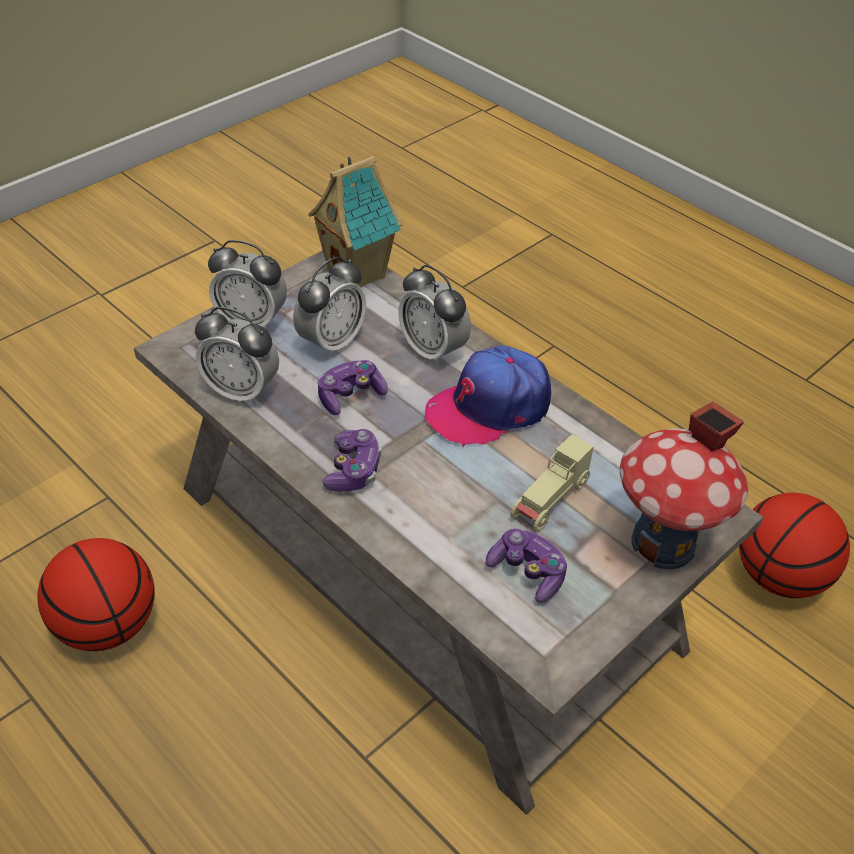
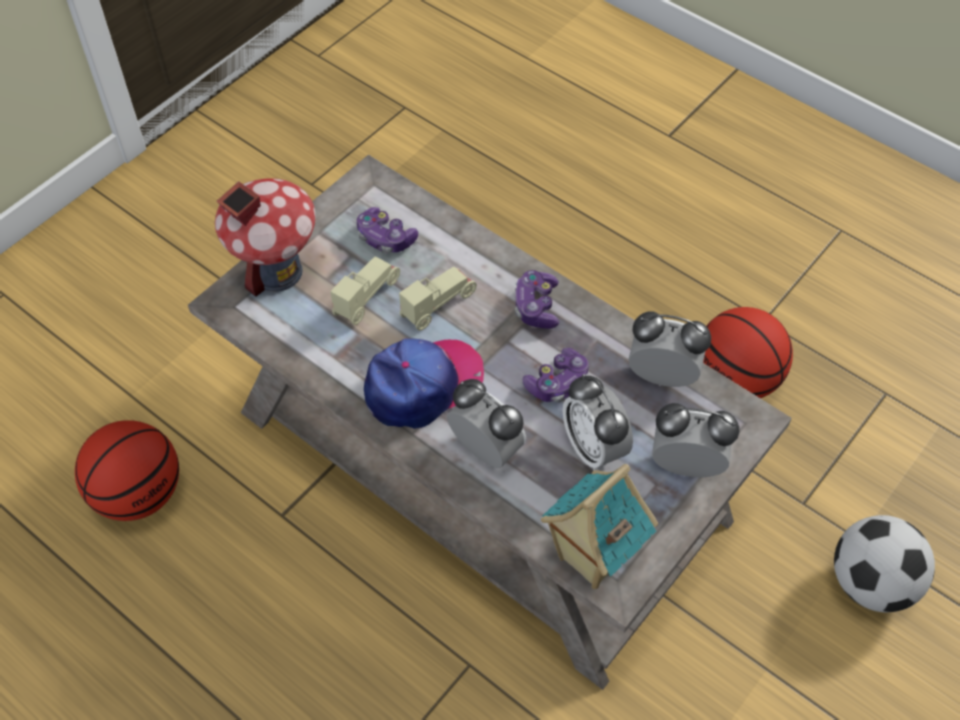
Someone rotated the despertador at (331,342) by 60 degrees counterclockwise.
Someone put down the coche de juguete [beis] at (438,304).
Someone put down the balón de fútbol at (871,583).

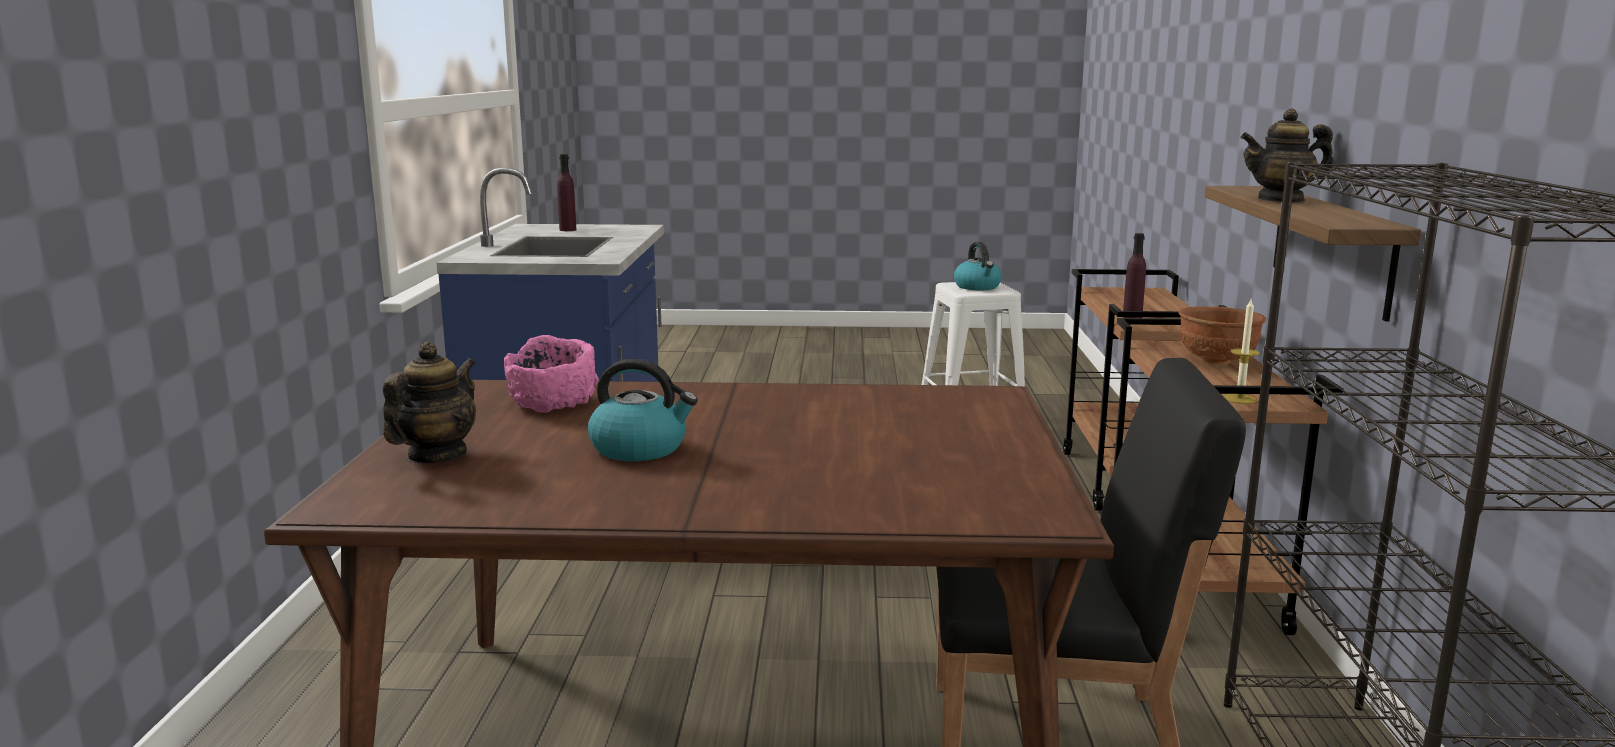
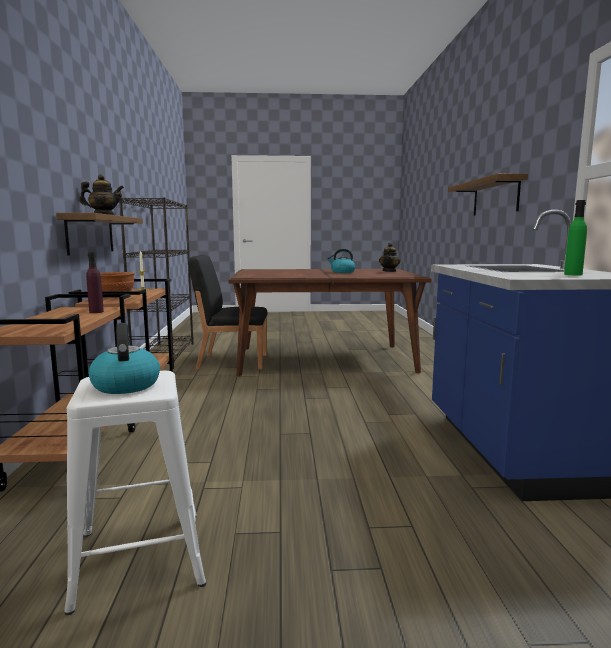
Someone repainted the botella [morado] at (567,230), which became the botella [verde] at (573,274).
Someone took away the cuenco [rosa] at (553,403).
Someone put up the estante at (495,197).

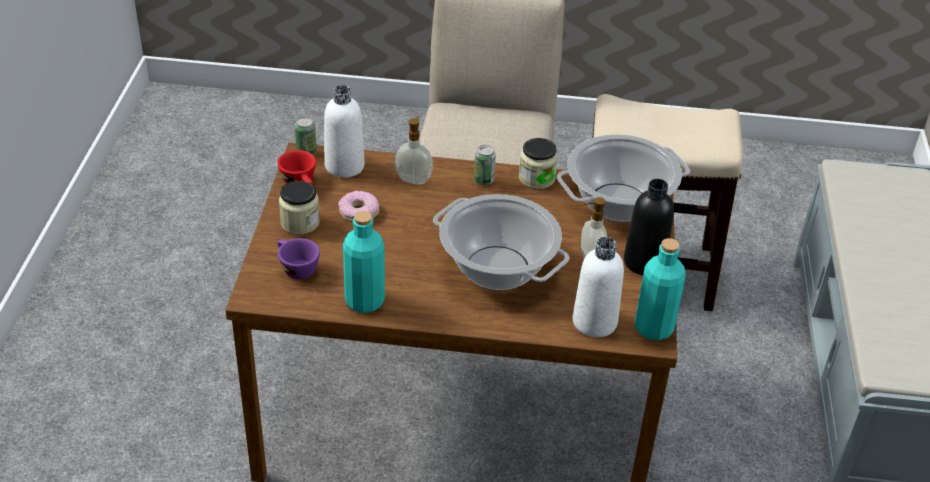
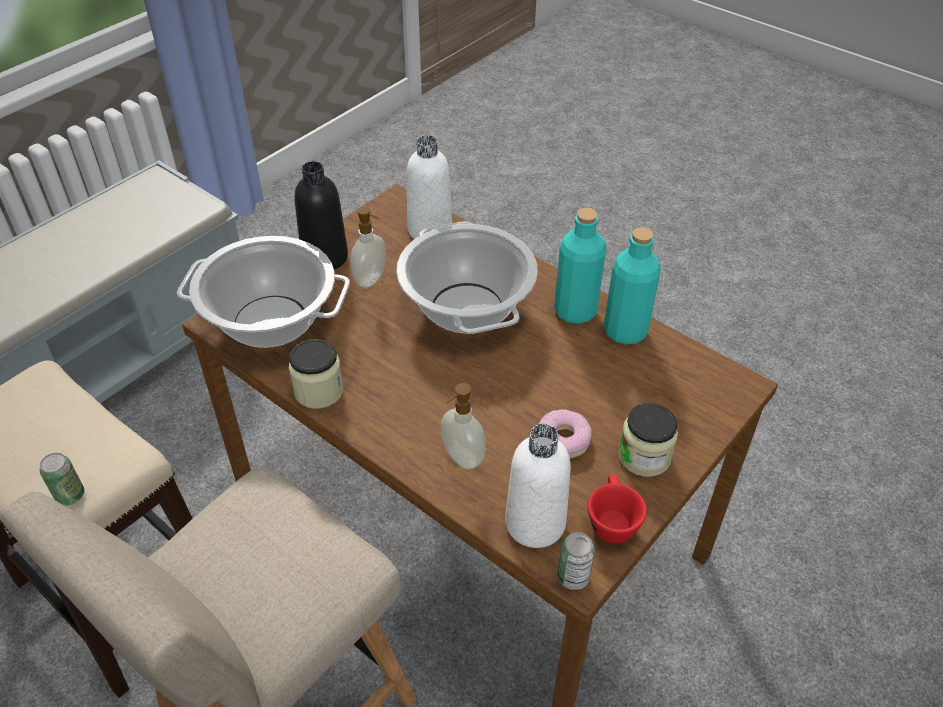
Someone carried the lata from (483,180) to (70,495).
Someone took away the taza [morado] at (295,268).
Someone carried the botella [turquesa] from (653,328) to (575,311).

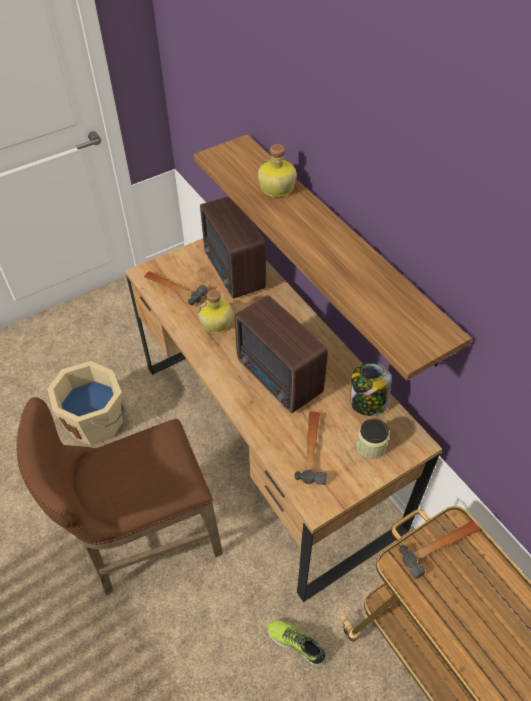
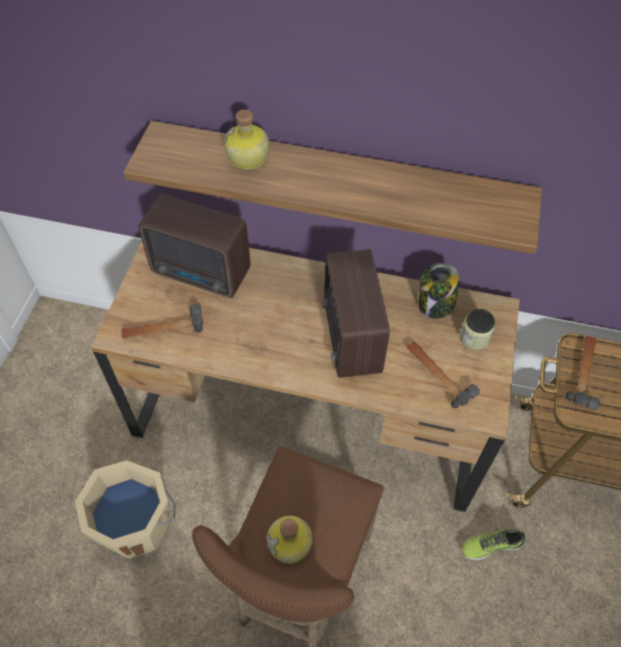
Someone carried the botella from (216,323) to (291,545).
Someone rotated the radio at (279,379) by 75 degrees clockwise.

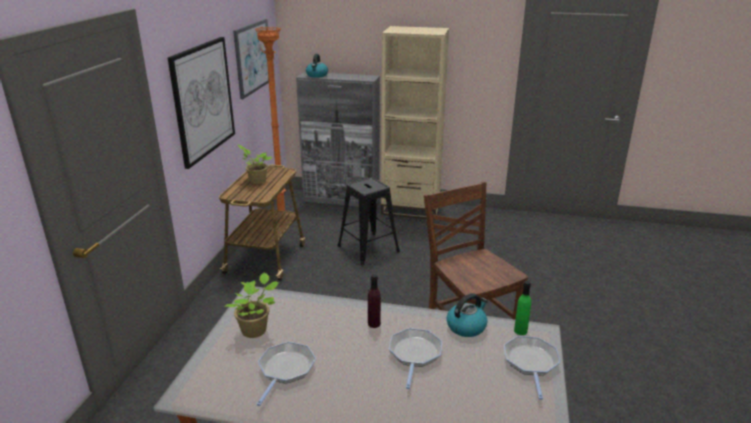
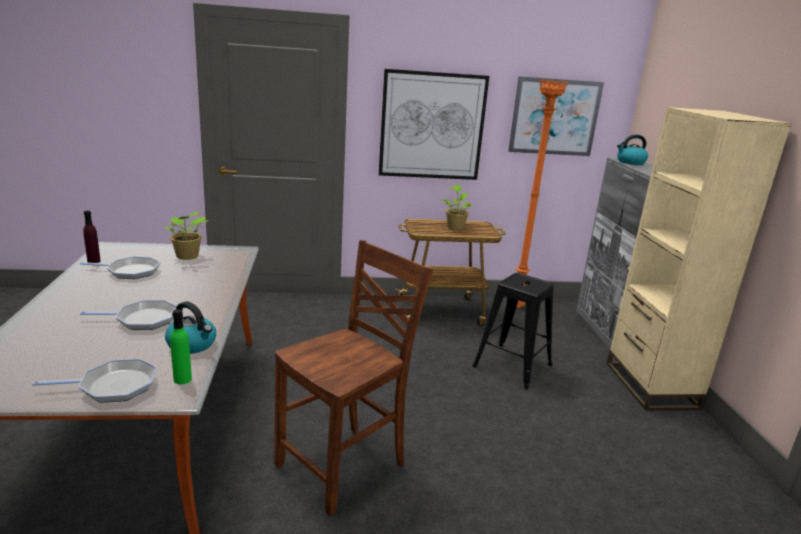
Someone carried the botella [morado] from (374,324) to (94,261).

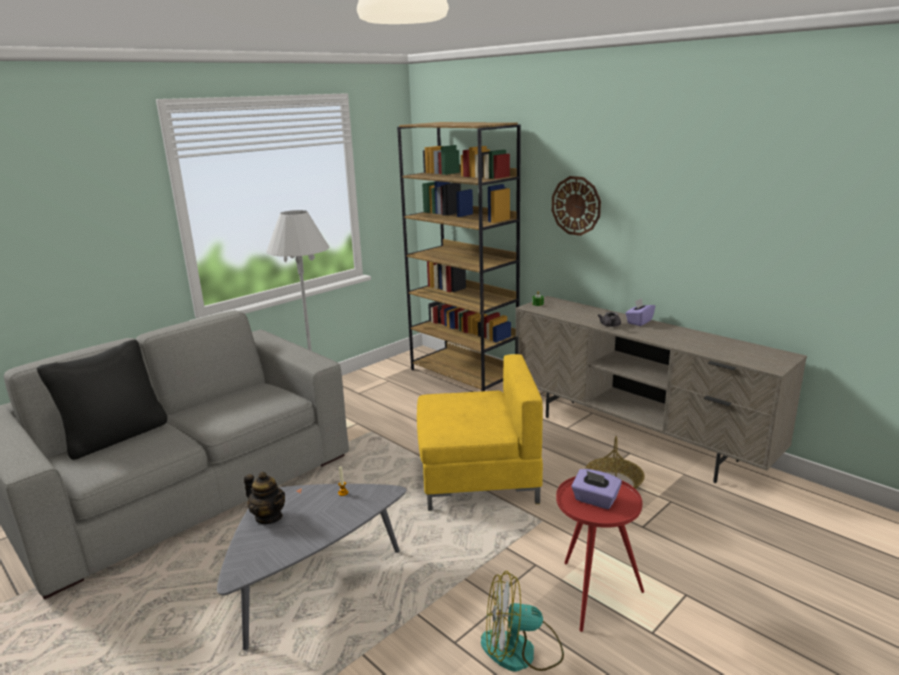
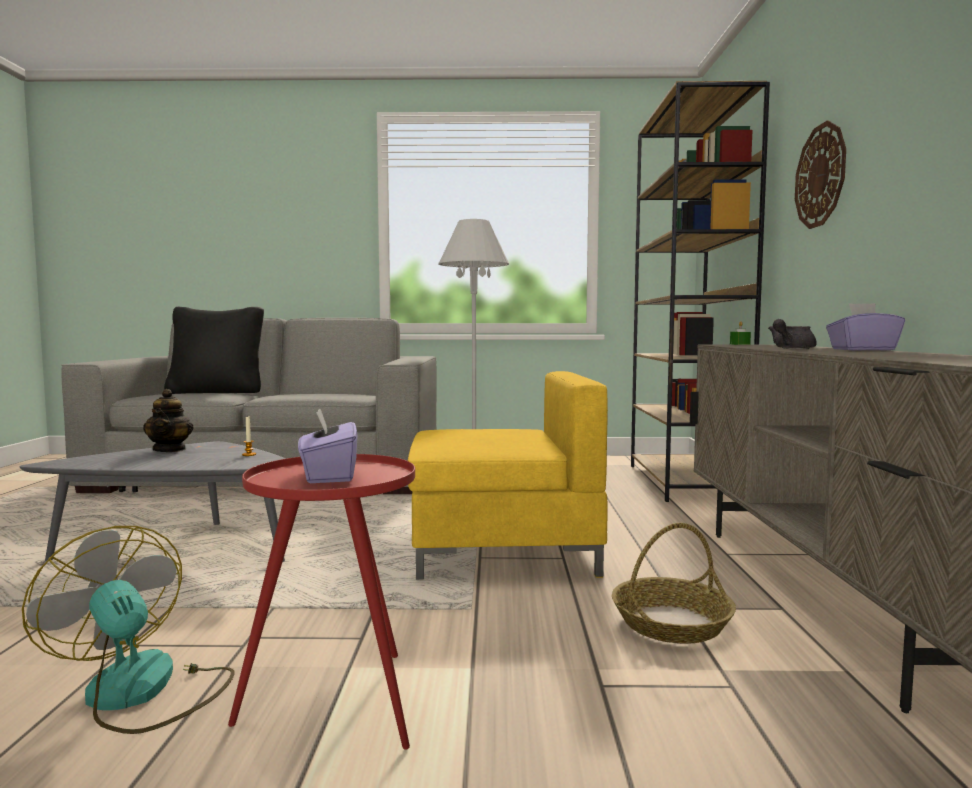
Someone rotated the sillón [amarillo] at (476,475) by 45 degrees counterclockwise.

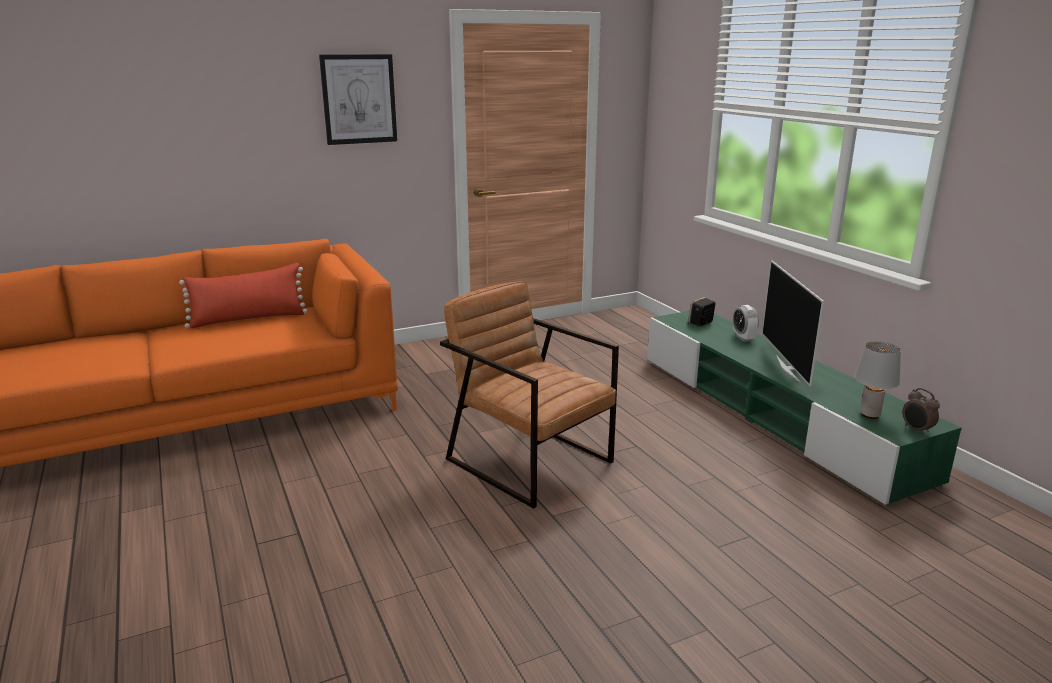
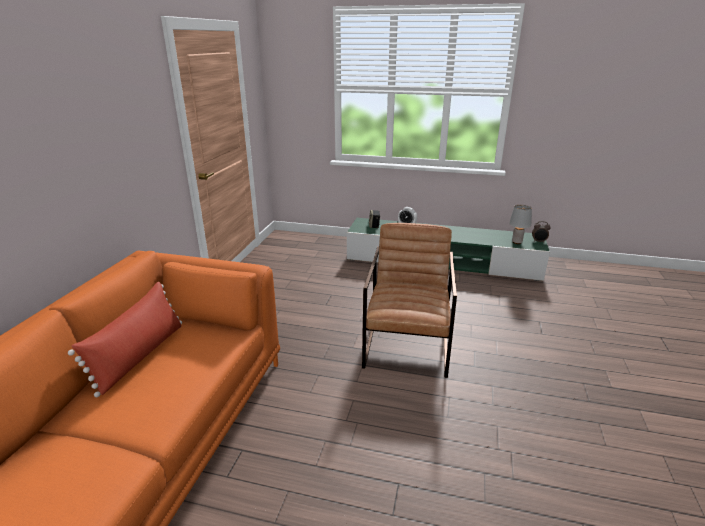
Someone took away the cuadro at (359,99).
Someone took away the televisor at (789,368).
Someone rotated the sillón [marrón] at (529,460) by 105 degrees clockwise.

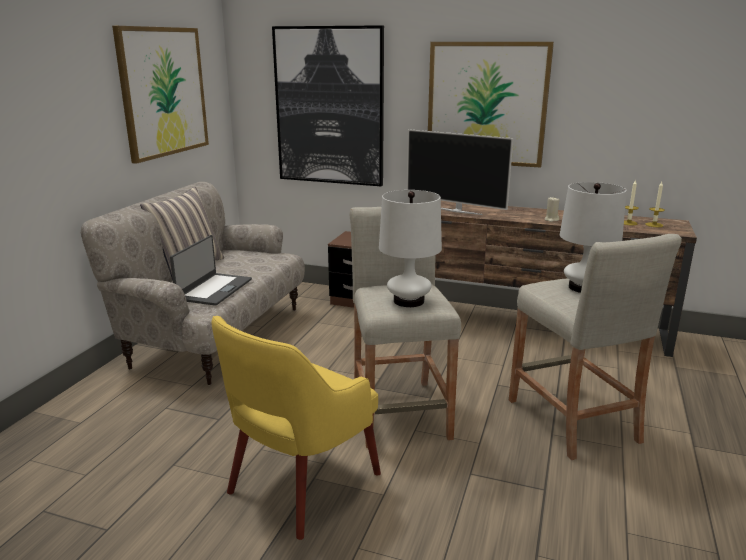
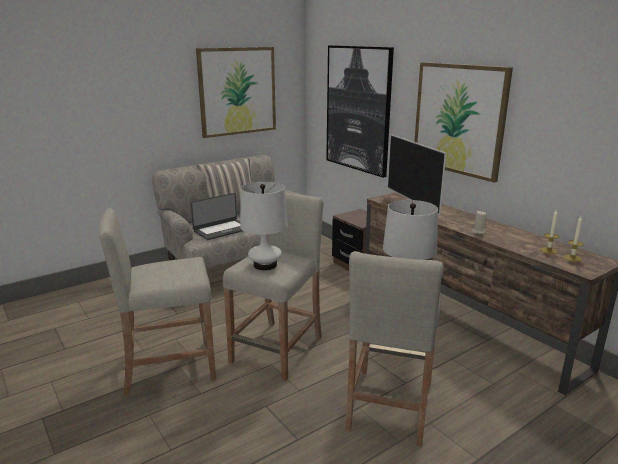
Someone swapped the sillón [amarillo] at (302,484) for the taburete [beis] at (169,367).

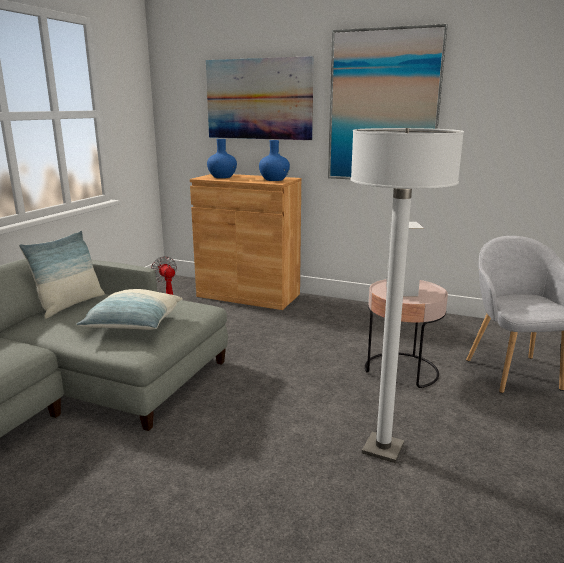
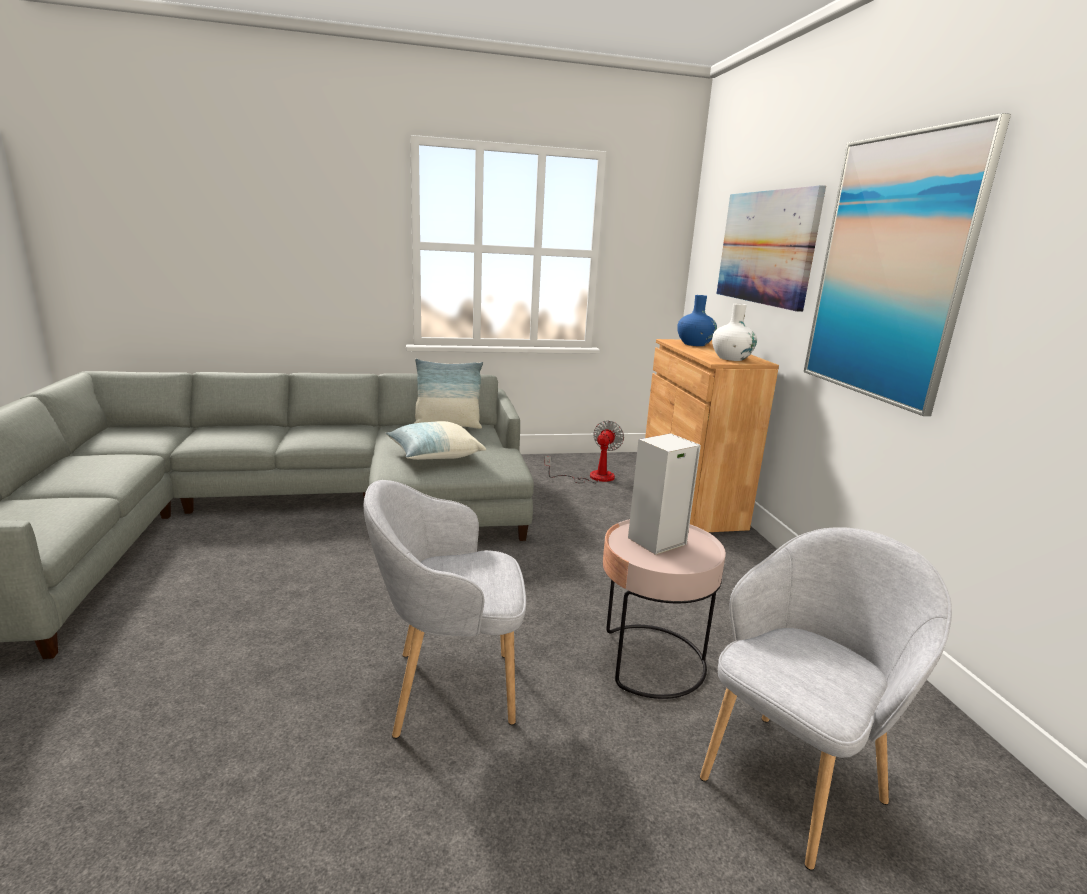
Someone swapped the lámpara de pie [blanco] at (383,449) for the sillón [gris] at (448,689).
Someone repainted the florero [azul] at (274,179), which became the florero [blanco] at (731,358).

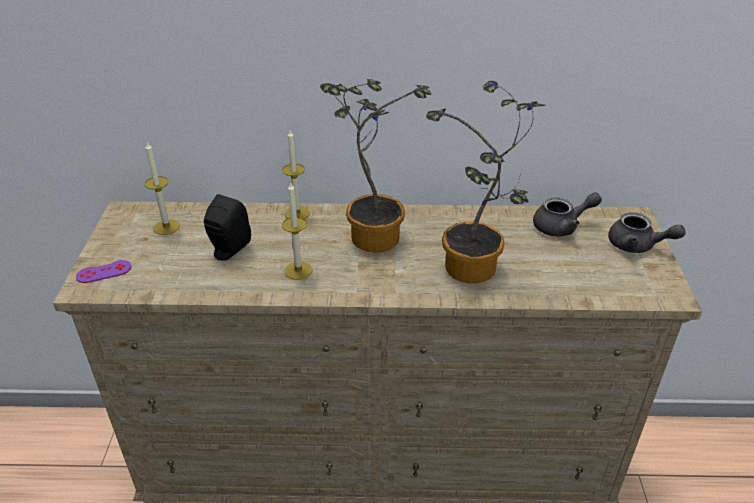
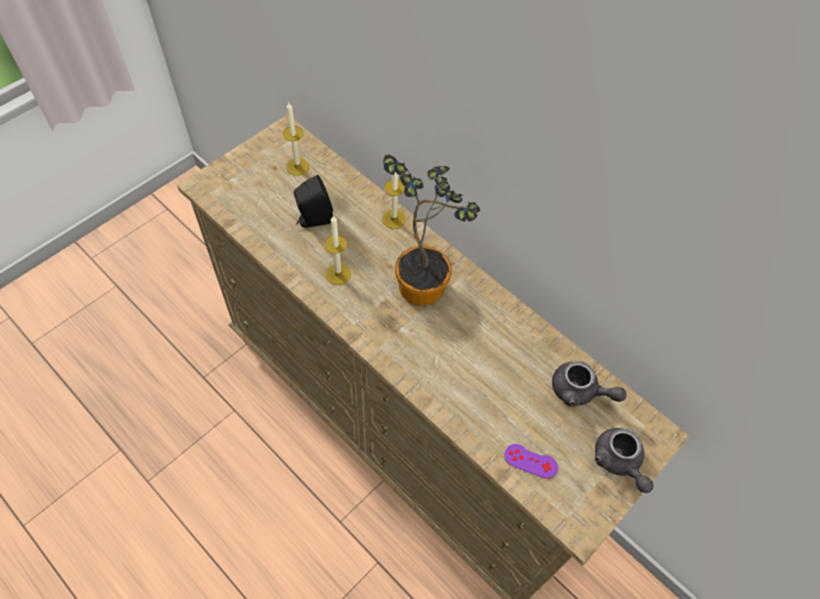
Someone took away the planta en maceta at (473,273).
Someone carried the mando de consola [morado] from (104,272) to (530,461).

